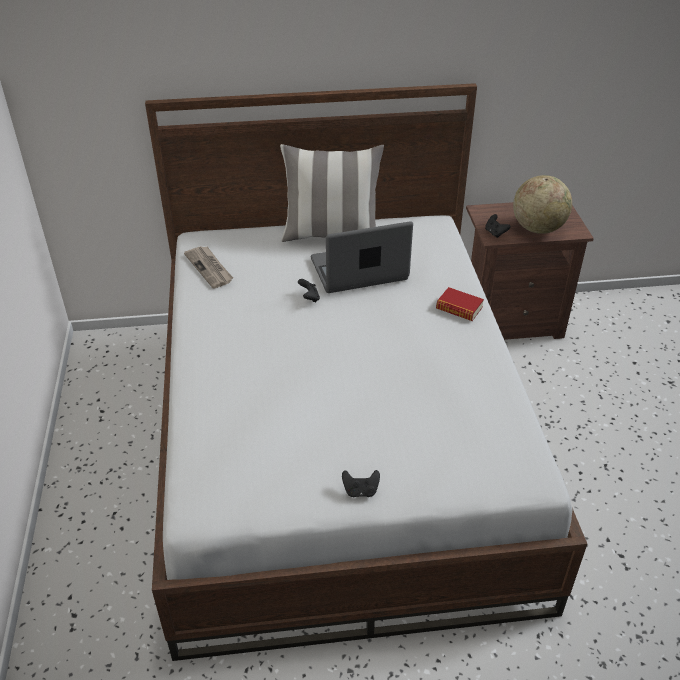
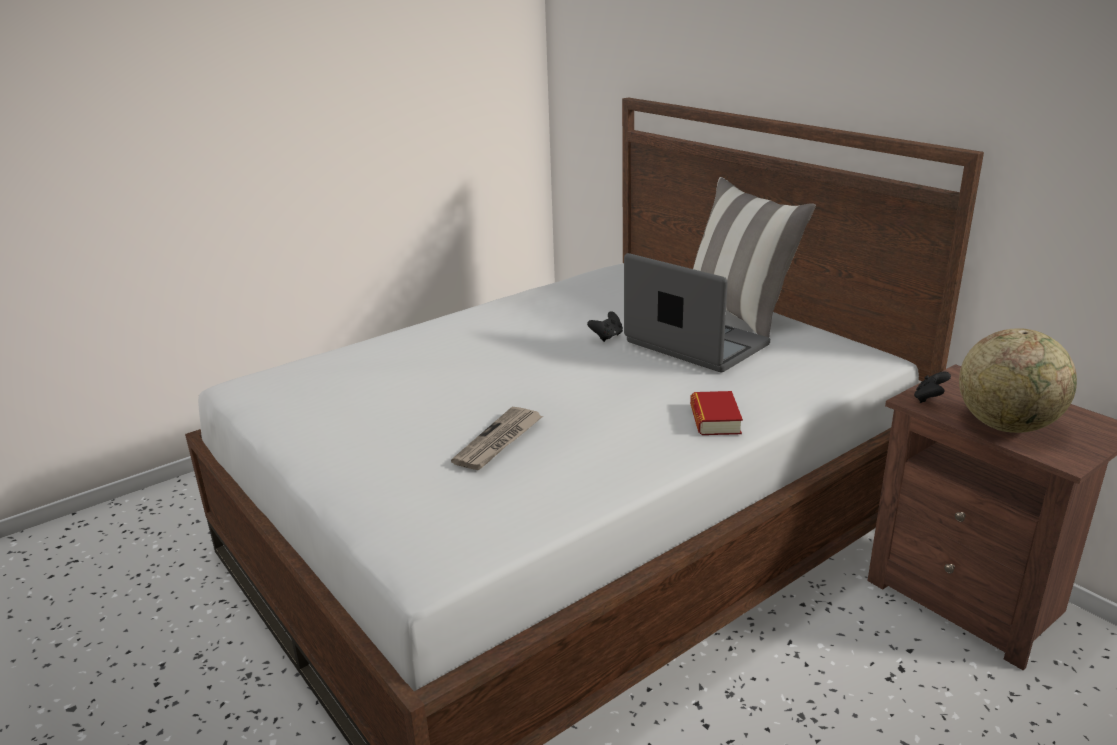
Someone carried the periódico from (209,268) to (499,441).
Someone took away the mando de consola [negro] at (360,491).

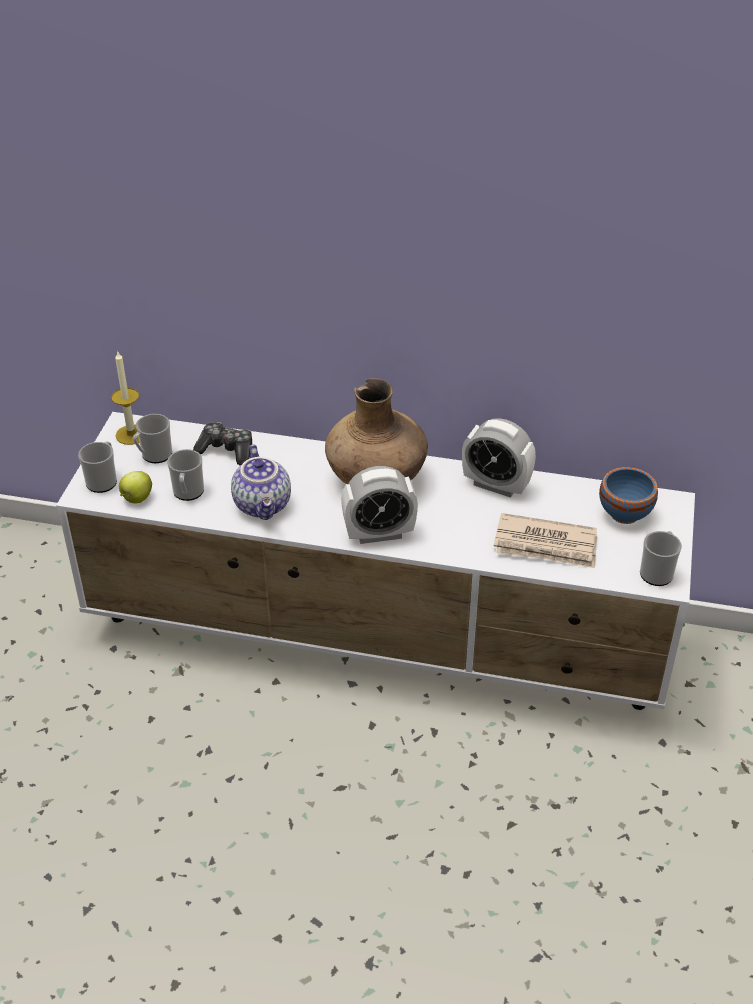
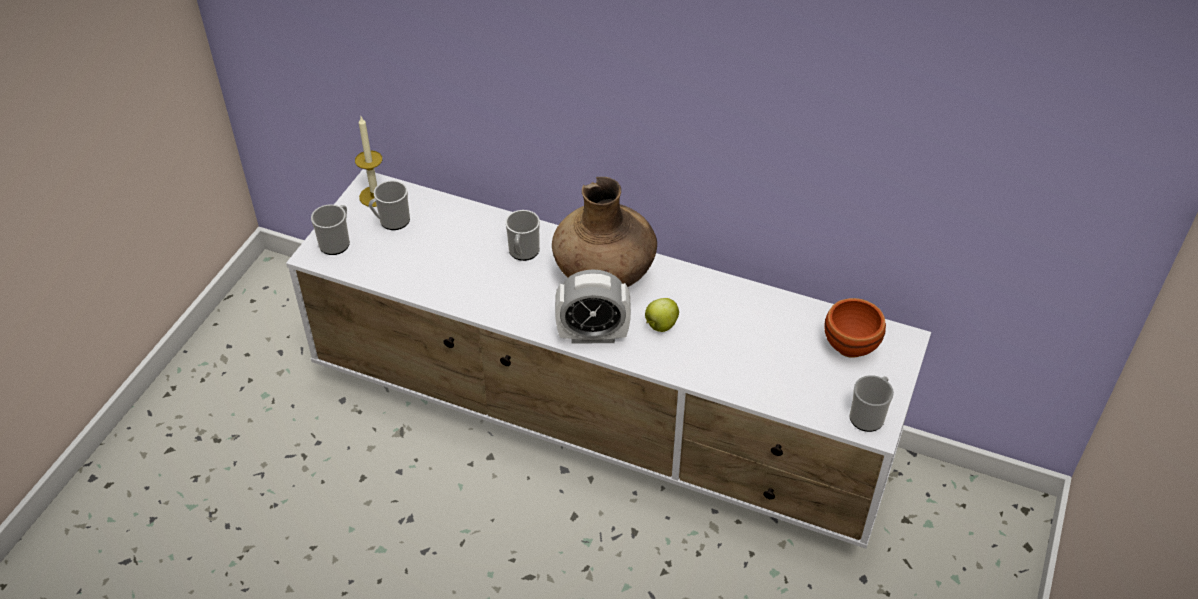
Someone took away the despertador at (496,485).
Someone took away the mando de consola at (227,450).
Someone took away the tetera at (264,505).
Someone carried the taza grande from (188,493) to (523,252).
Someone repainted the cuenco [azul] at (625,513), which became the cuenco [marrón] at (851,345).
Someone carried the manzana from (136,499) to (660,326).
Someone took away the periódico at (546,545).

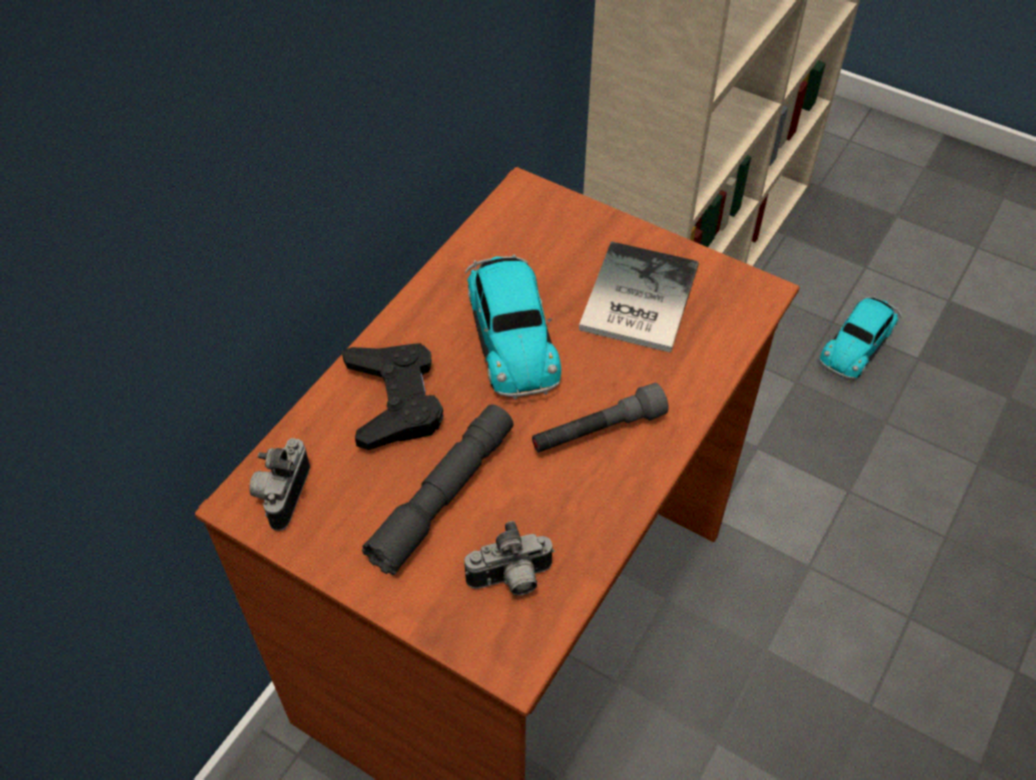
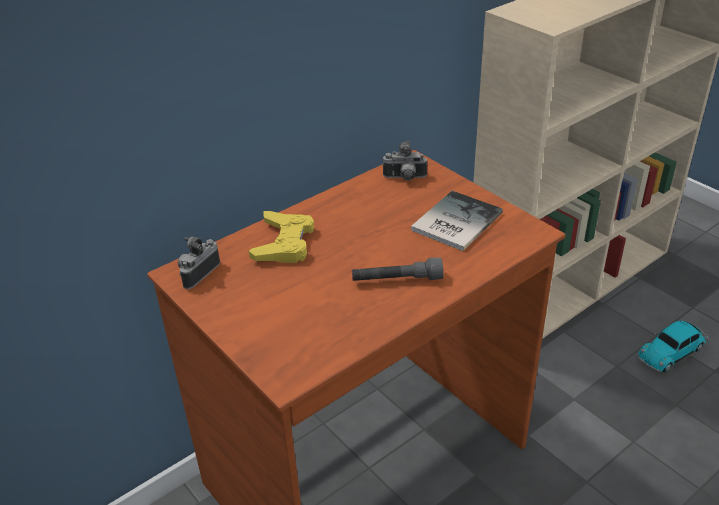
Someone took away the coche de juguete at (511,331).
Someone repainted the mando de consola [negro] at (394,400), which became the mando de consola [amarillo] at (284,243).
Someone took away the linterna [gris] at (443,496).
Someone carried the cámara from (511,580) to (404,178).

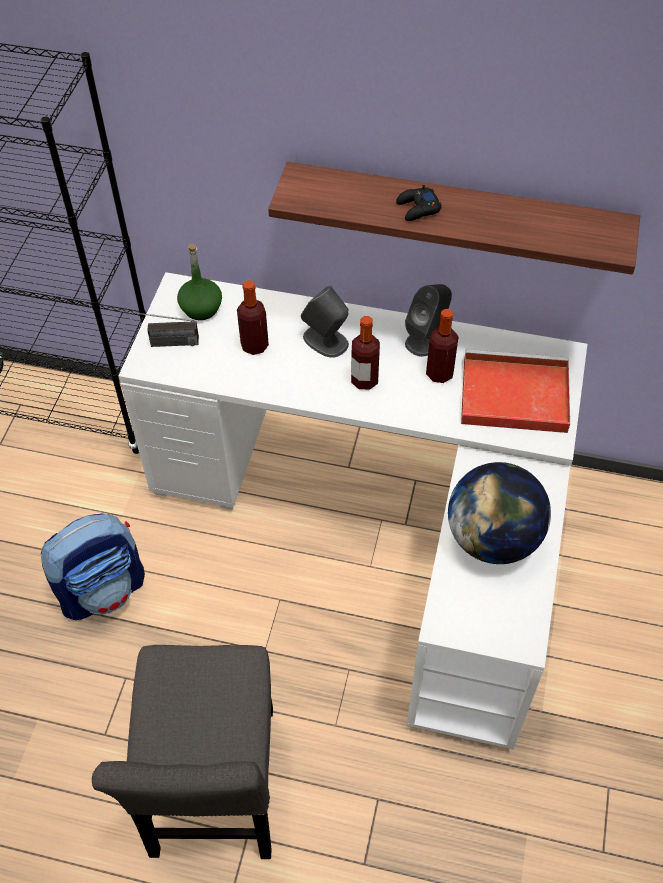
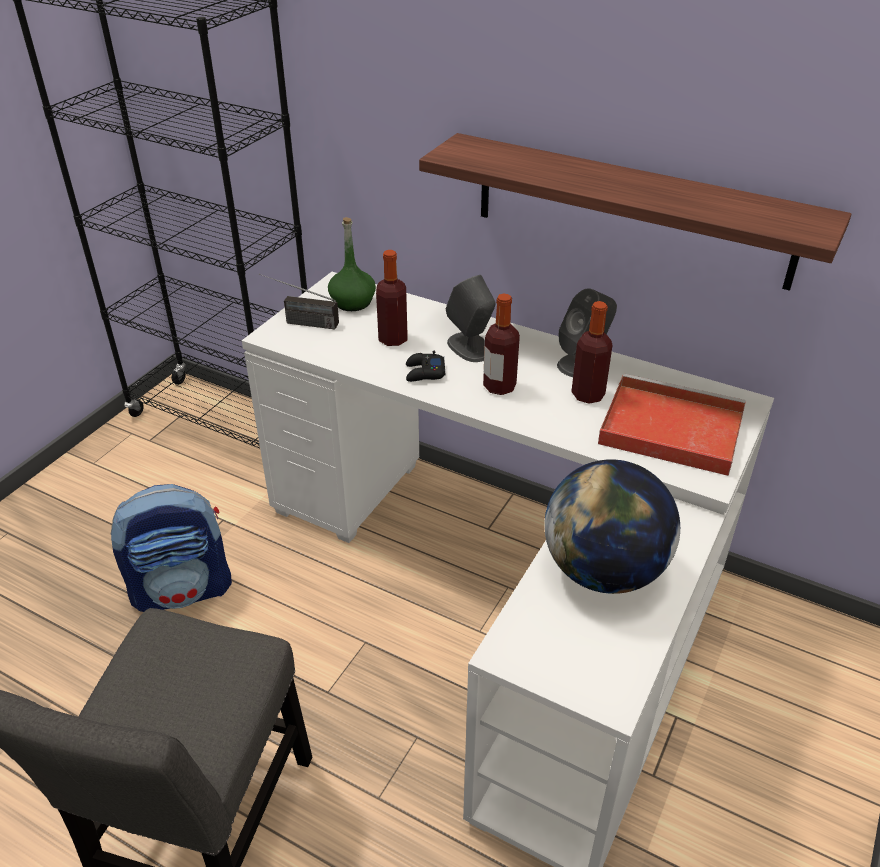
Someone carried the mando de consola [negro] from (418,208) to (424,373).

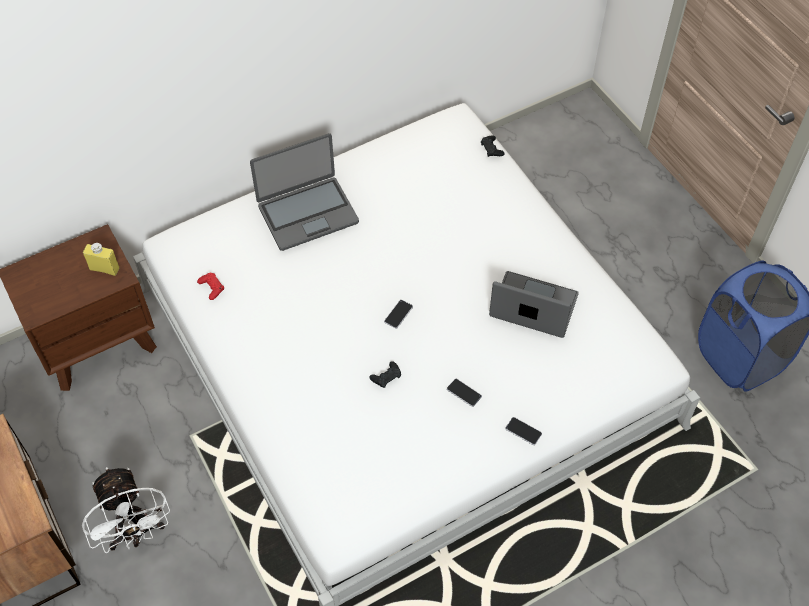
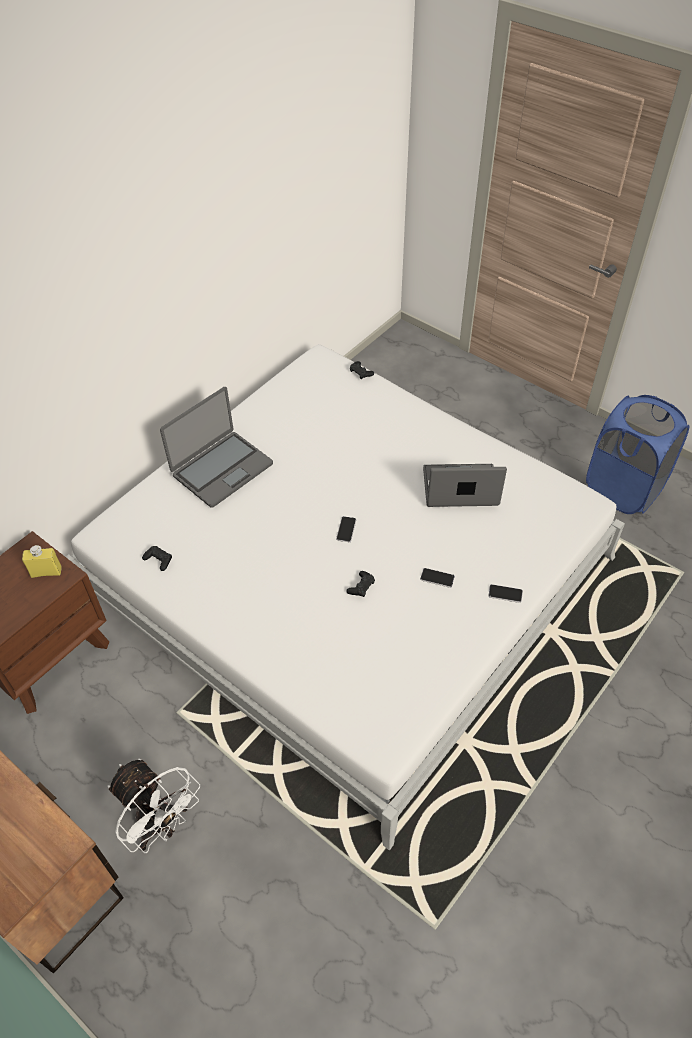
Someone repainted the mando de consola [rojo] at (211,288), which became the mando de consola [negro] at (158,560).

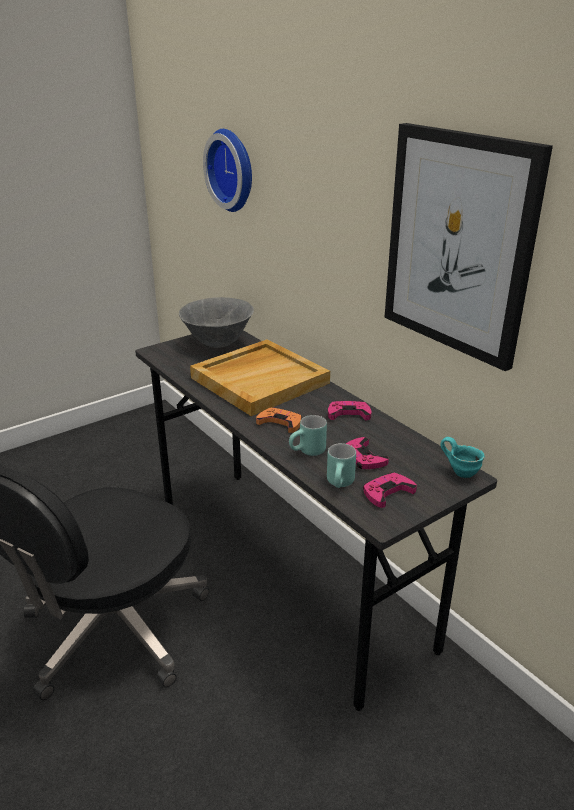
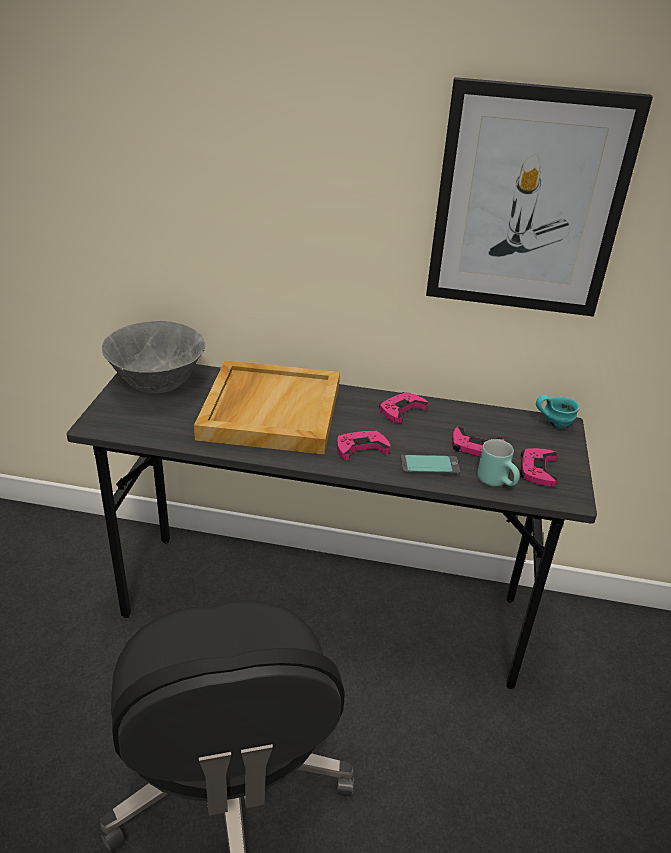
Someone took away the reloj de pared at (233,170).
Someone repainted the mando de consola [naranja] at (280,423), which became the mando de consola [rosa] at (361,448).
Someone swapped the taza grande [turquesa] at (308,453) for the móvil at (429,466).

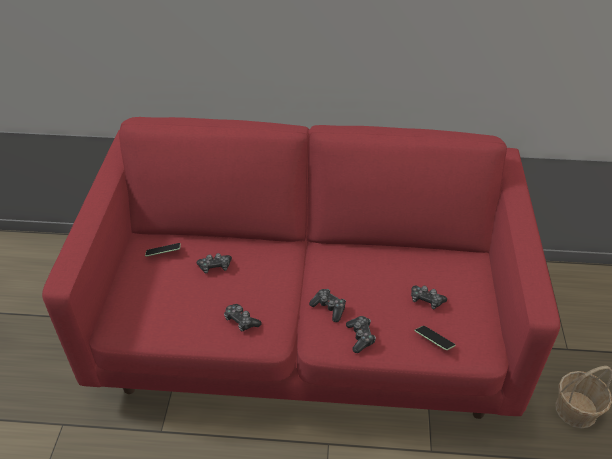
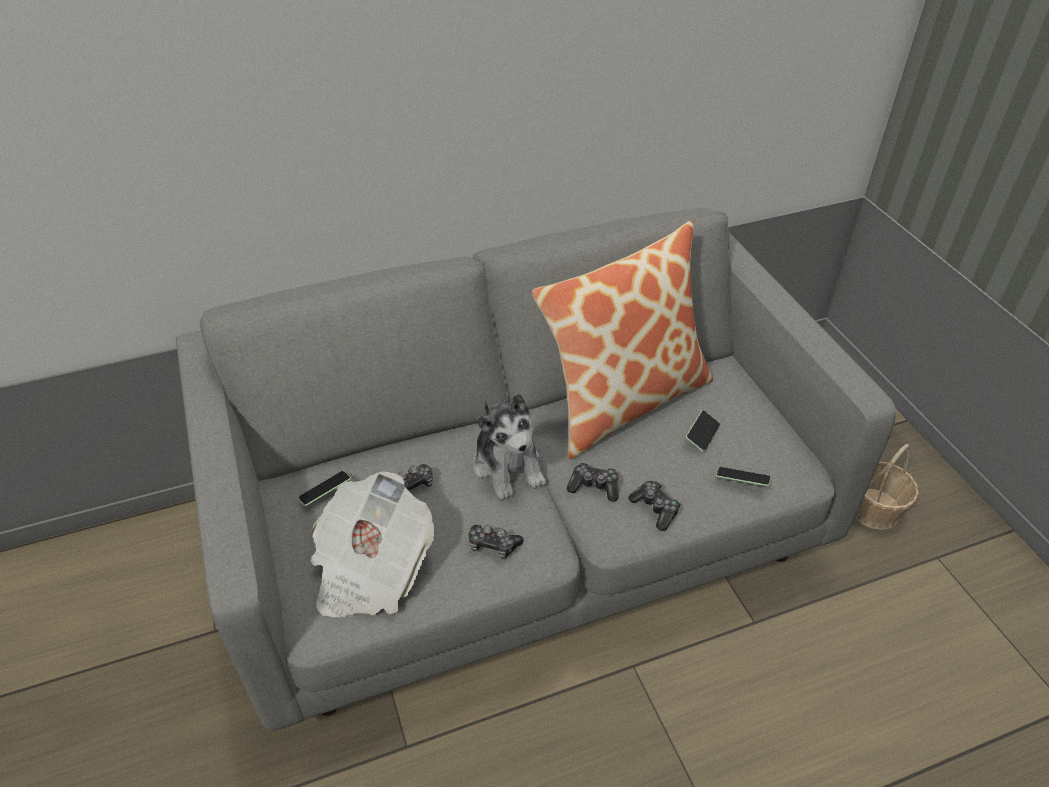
Someone repainted the sofá [rojo] at (307,329), which became the sofá [gris] at (524,532).
Someone swapped the mando de consola at (426,300) for the móvil at (702,435).
Someone put down the cojín at (623,401).
Someone put down the peluche at (508,466).
Someone put down the periódico at (370,568).

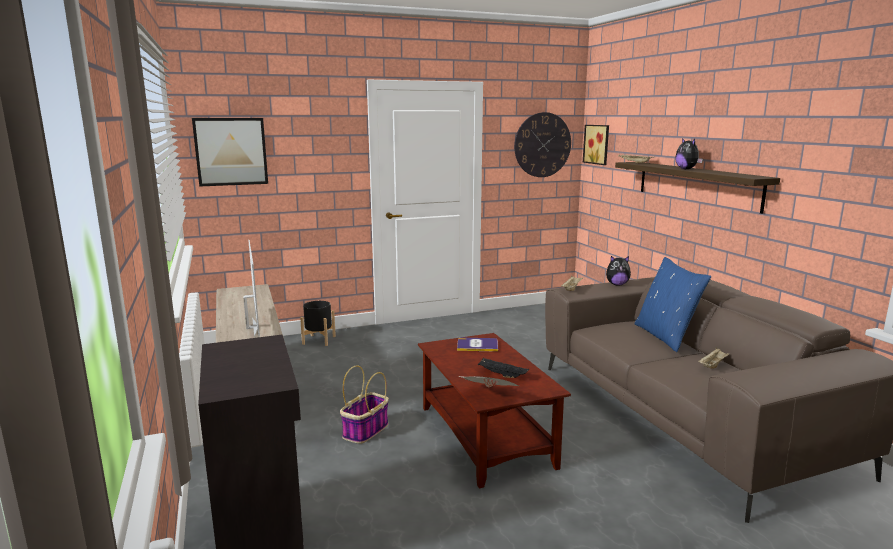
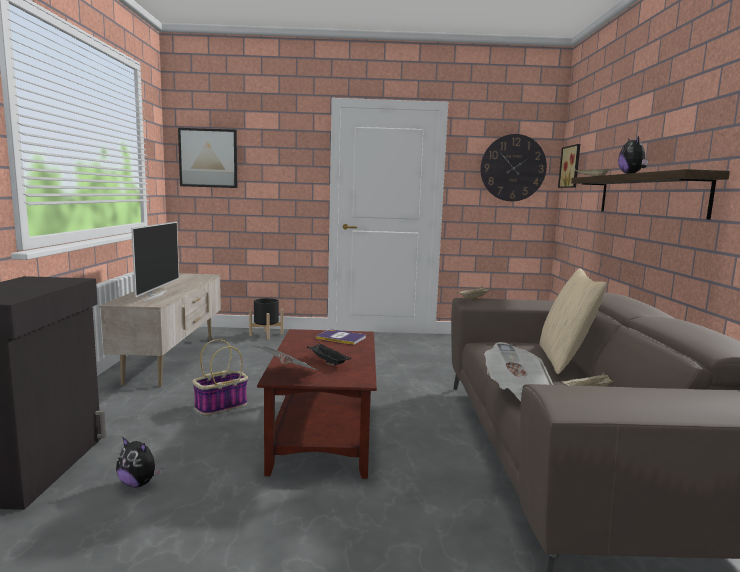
Someone carried the peluche from (617,284) to (139,483).
Someone repainted the cojín [azul] at (666,336), which became the cojín [beis] at (564,360).
Someone put down the periódico at (517,392).

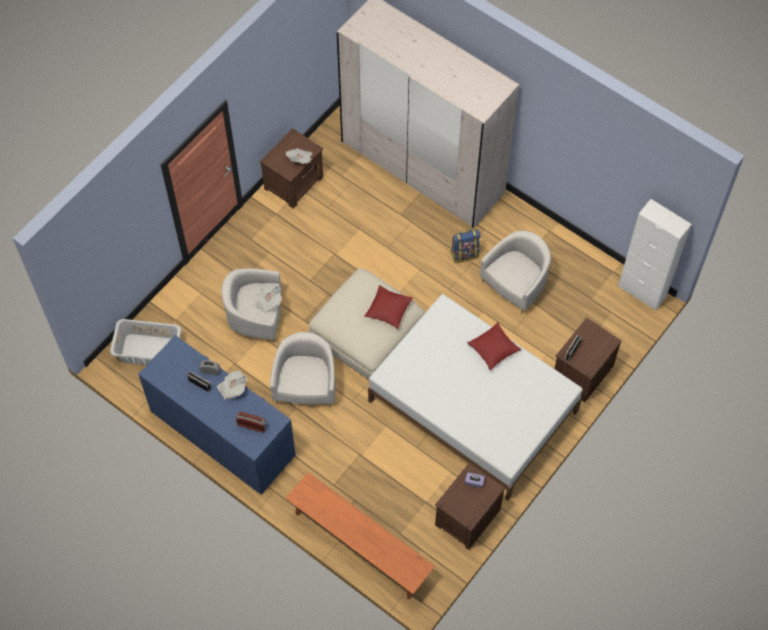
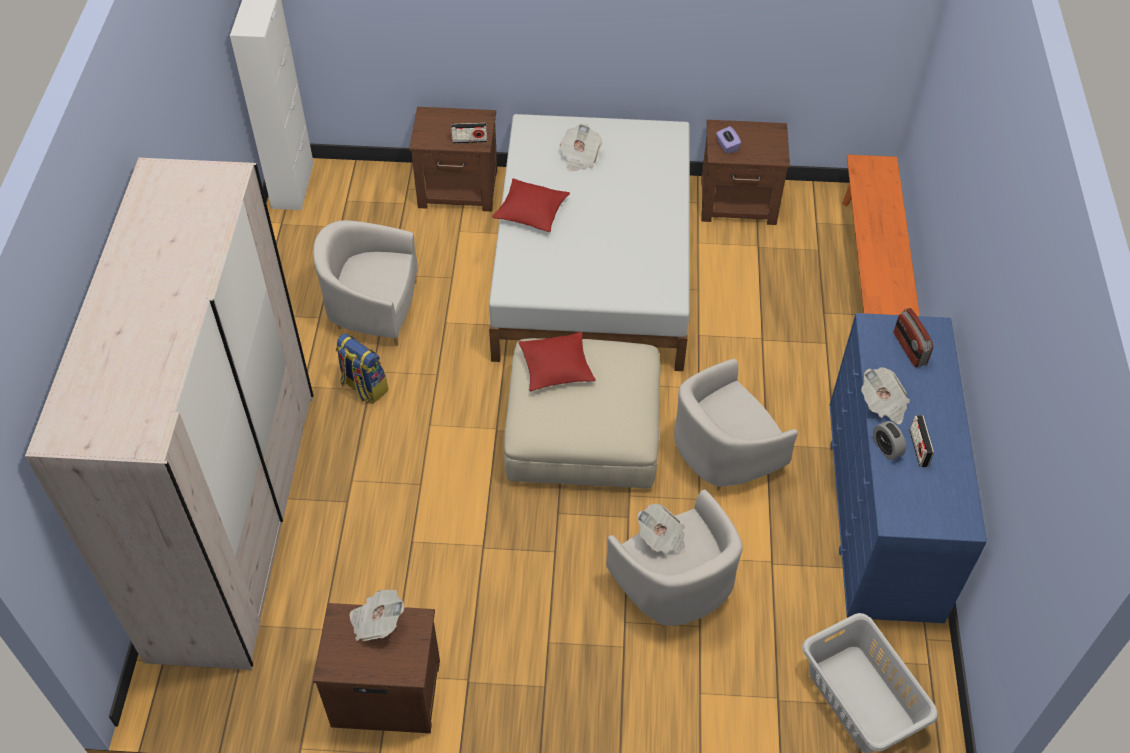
Someone put down the periódico at (579,157).

